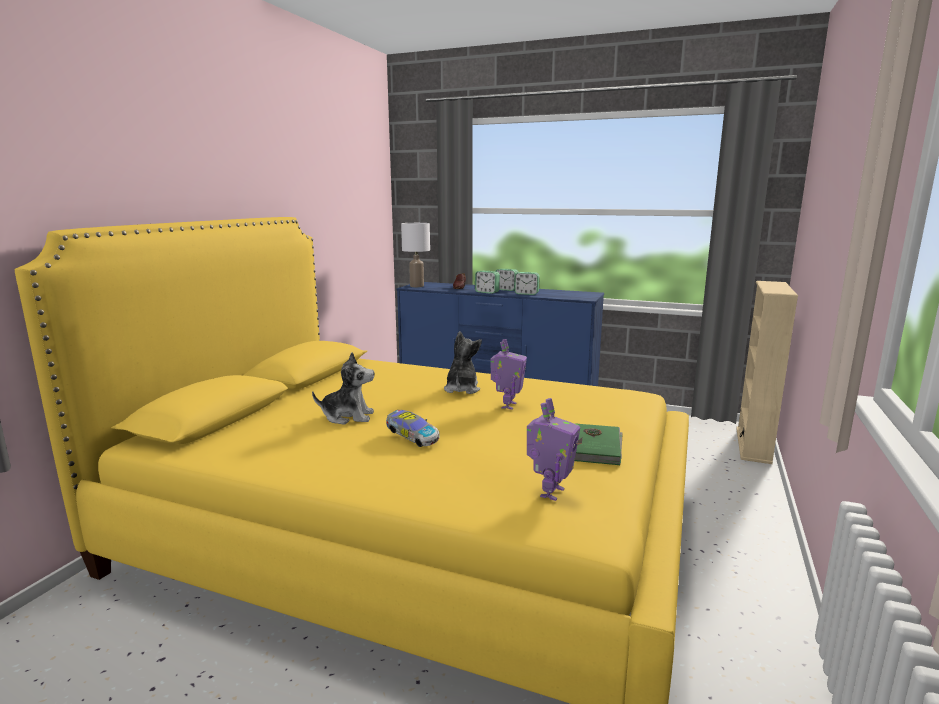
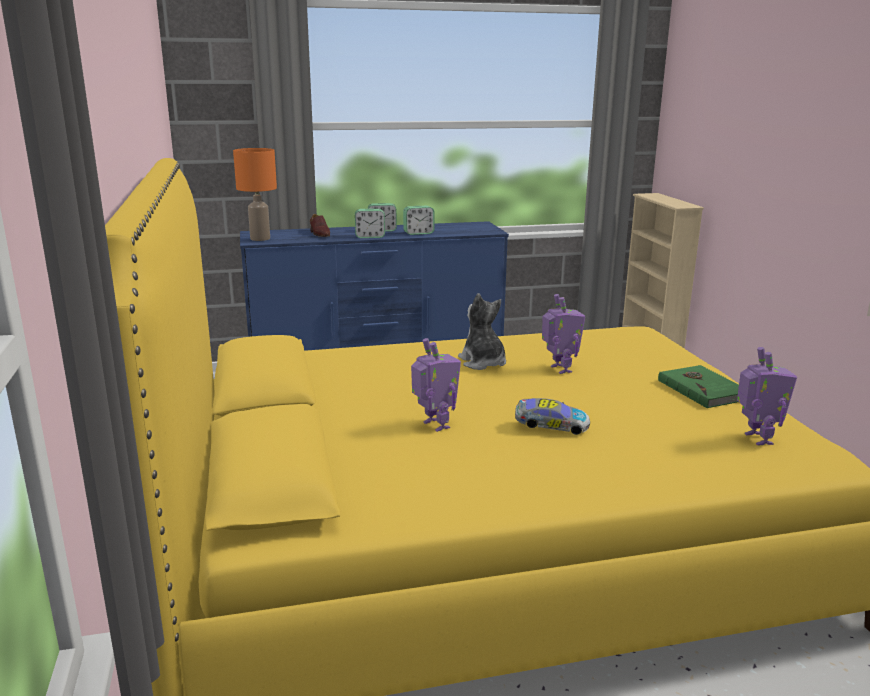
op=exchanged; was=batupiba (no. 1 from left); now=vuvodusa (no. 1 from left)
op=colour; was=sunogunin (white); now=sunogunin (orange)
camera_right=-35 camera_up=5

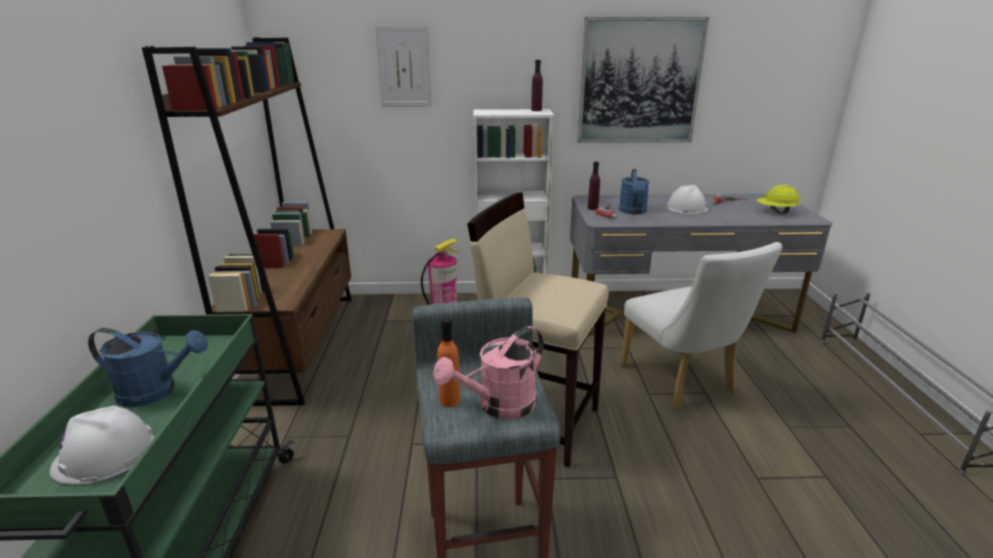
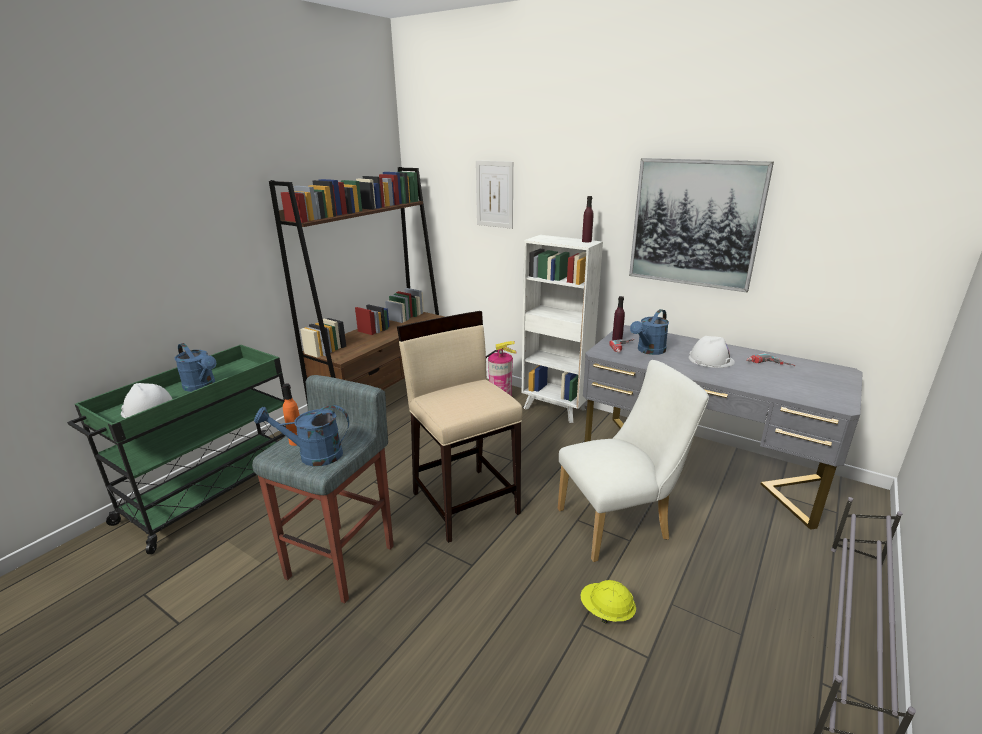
op=colour; was=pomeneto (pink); now=pomeneto (blue) (no. 2 from left)
op=spun; was=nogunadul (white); clockwise=-120
op=relocated; was=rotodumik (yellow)
camera_right=35 camera_up=0

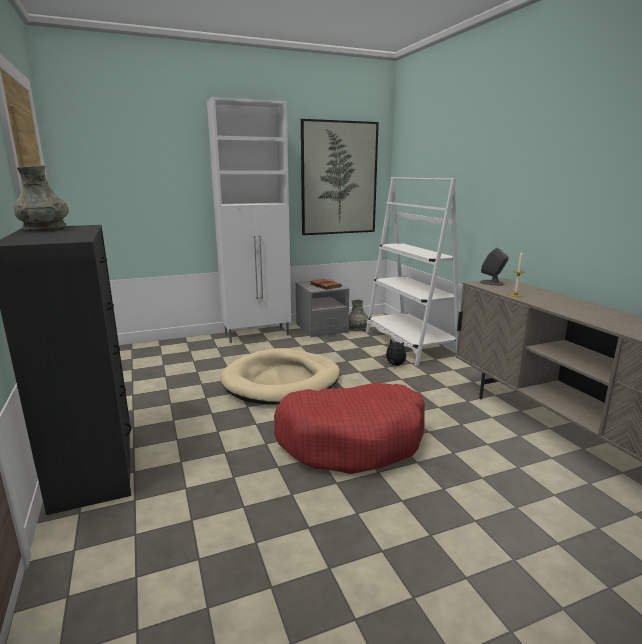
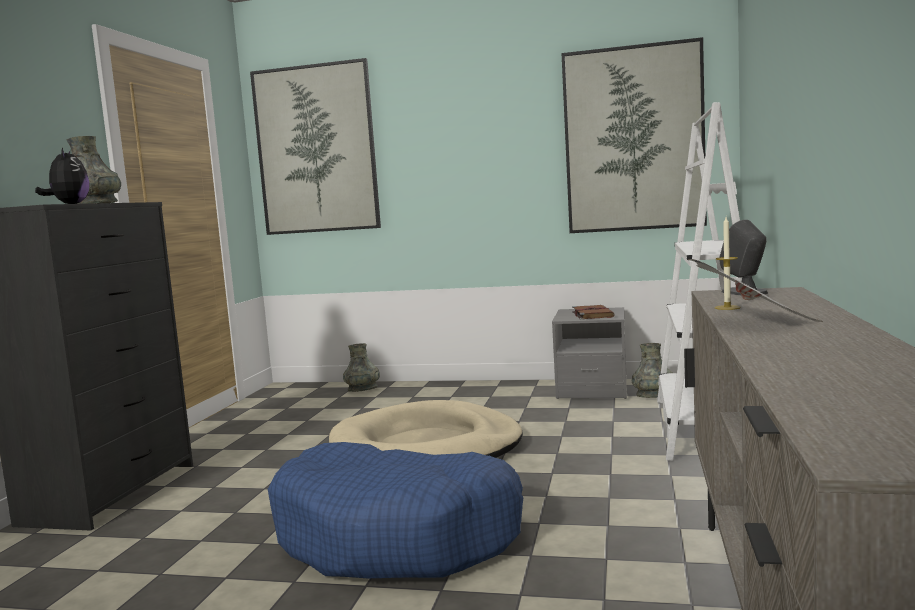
op=missing; was=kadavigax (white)
op=colour; was=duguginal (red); now=duguginal (blue)
op=relocated; was=batupiba
op=appeared; now=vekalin (no. 1 from left)
op=appeared; now=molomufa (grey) (no. 2 from left)
op=appeared; now=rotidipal
camera_right=35 camera_up=-10

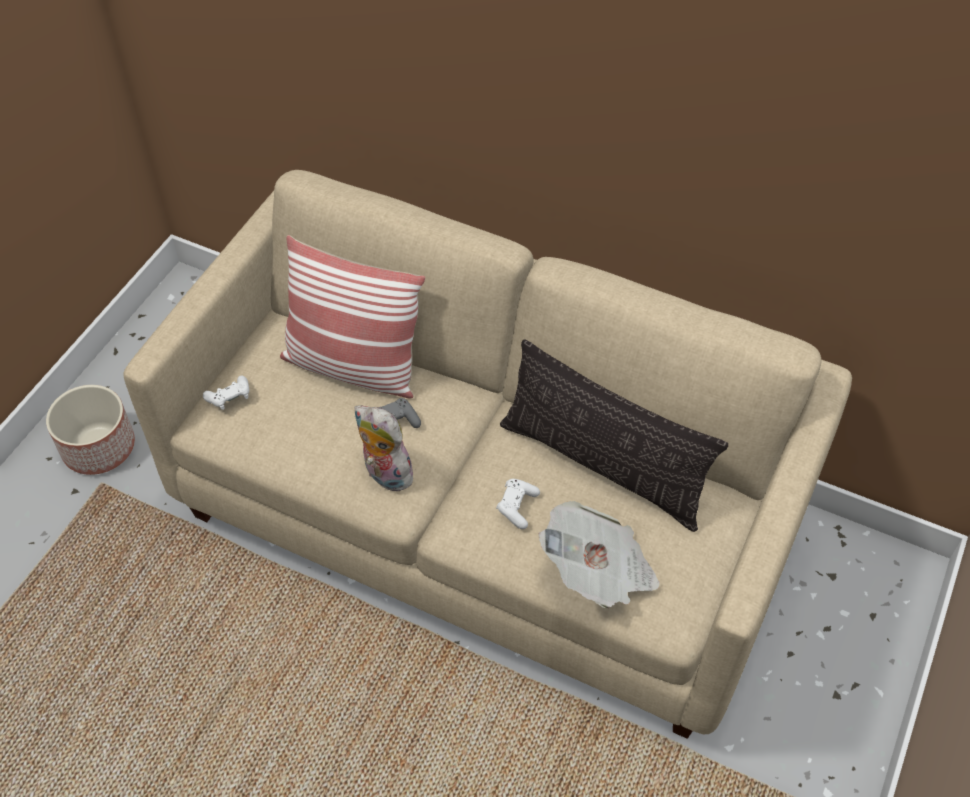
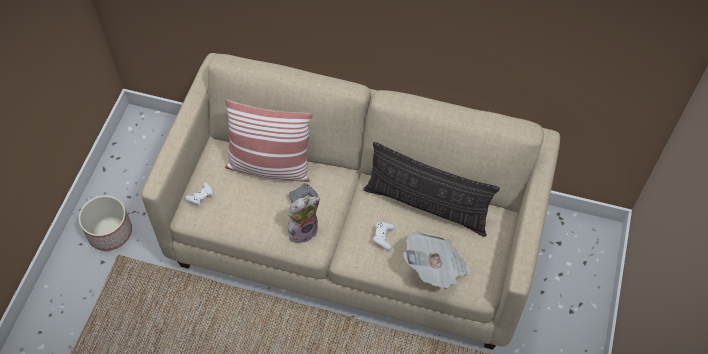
op=spun; was=batupiba; clockwise=120
camera_right=-10 camera_up=5

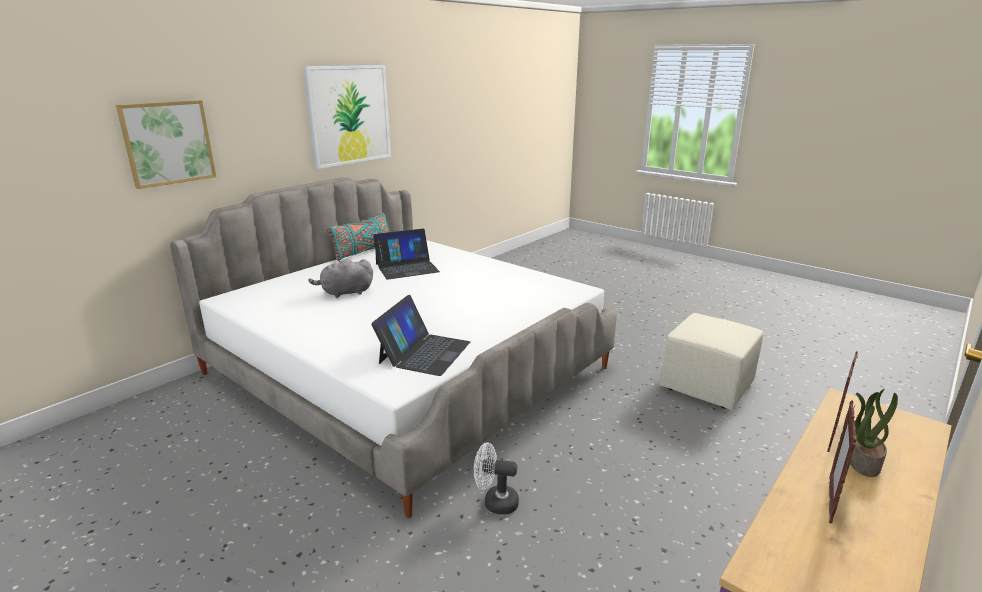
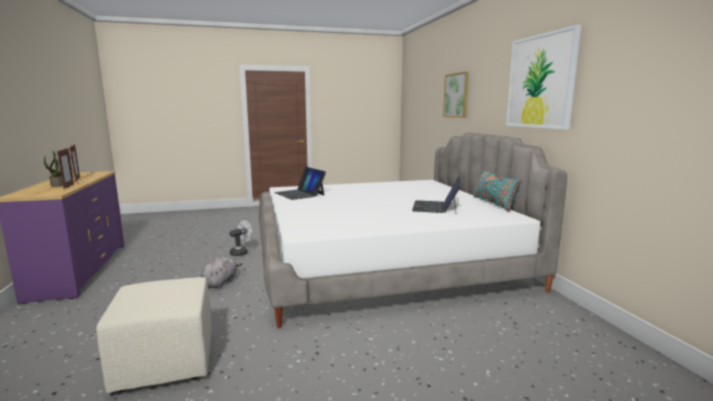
op=relocated; was=batupiba (grey)
camera_right=125 camera_up=-10

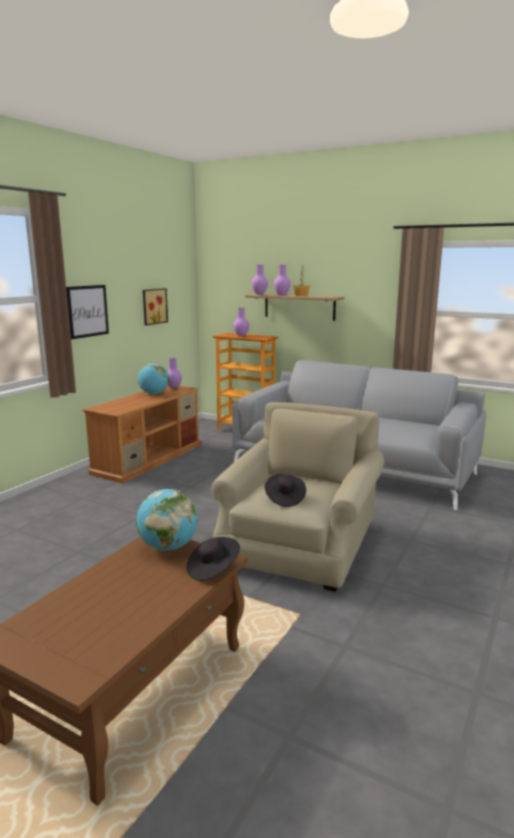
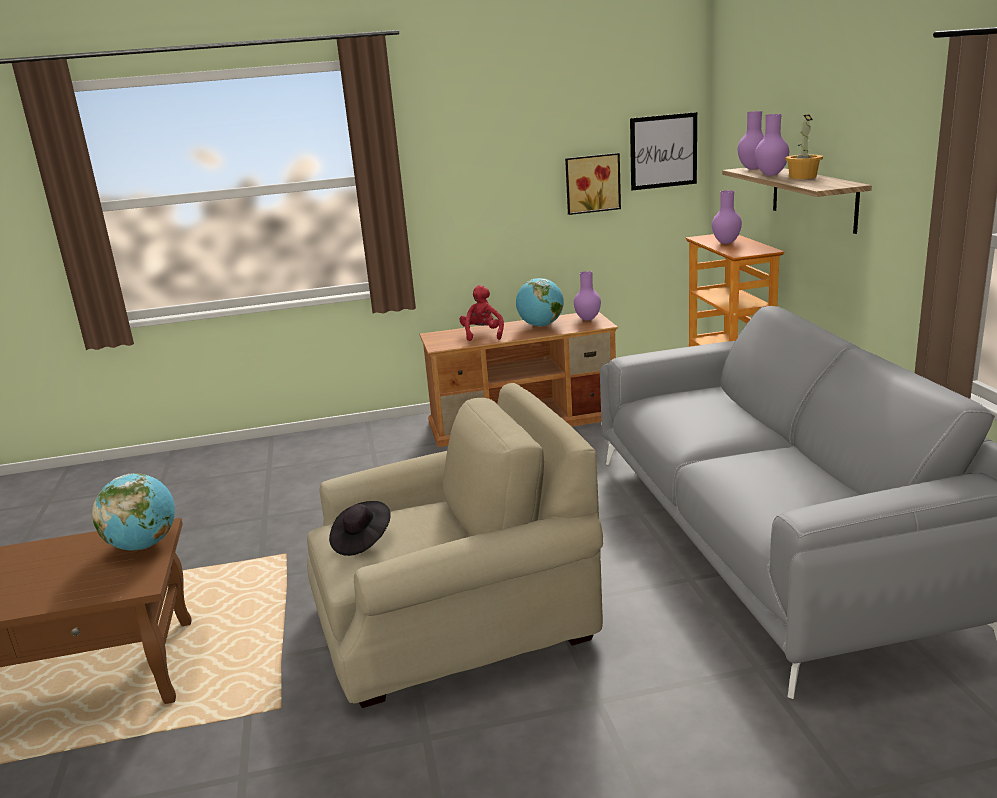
op=relocated; was=vekalin (no. 1 from left in the first image); now=vekalin (no. 2 from left)
op=missing; was=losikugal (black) (no. 1 from left)
op=appeared; now=batupiba (red)
camera_right=50 camera_up=5

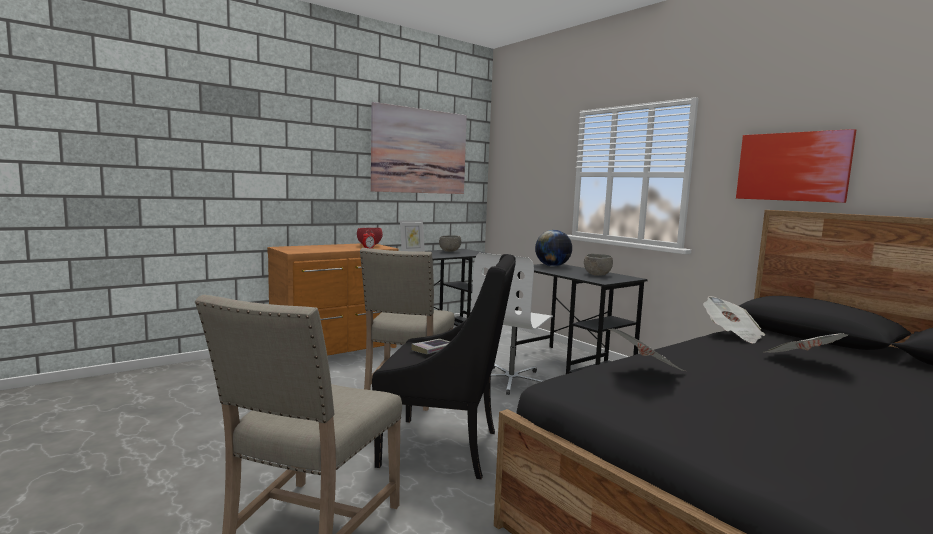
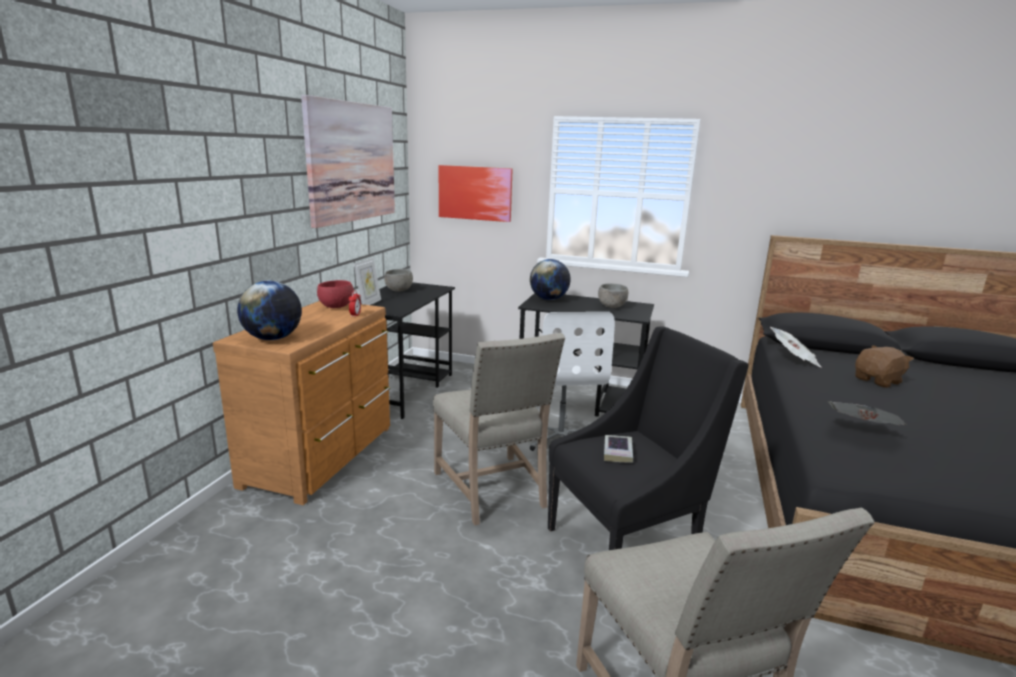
op=relocated; was=vekalin (no. 2 from left)
op=exchanged; was=rotidipal (no. 3 from left); now=batupiba (brown)
op=appeared; now=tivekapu (no. 1 from left)
camera_right=-35 camera_up=10

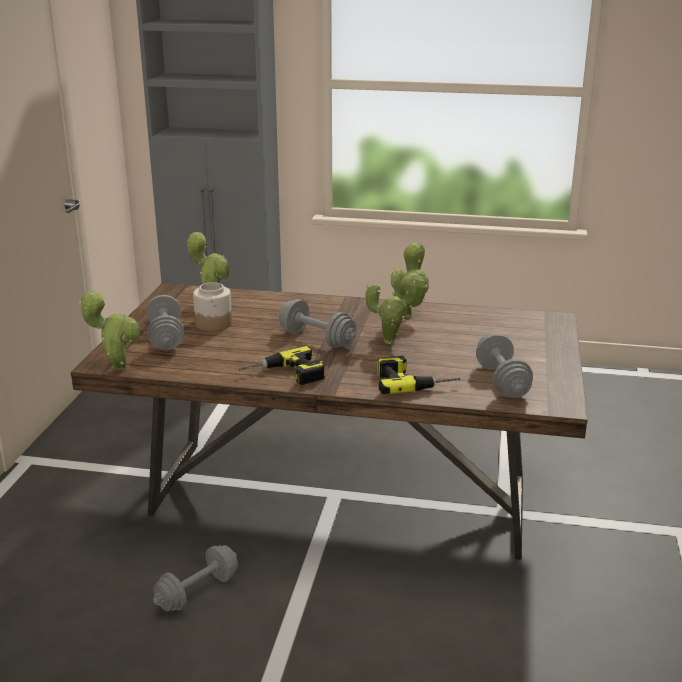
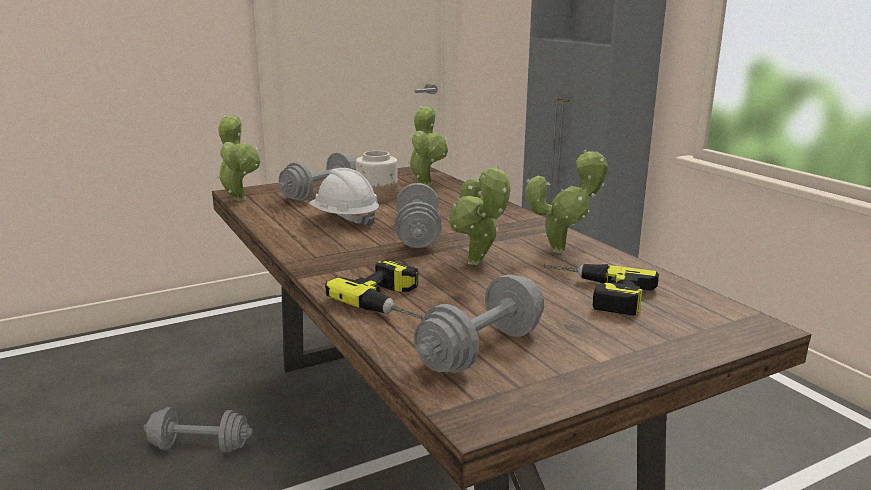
op=relocated; was=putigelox (no. 1 from left in the first image); now=putigelox (no. 2 from left)
op=appeared; now=rotodumik (white)
camera_right=50 camera_up=-5

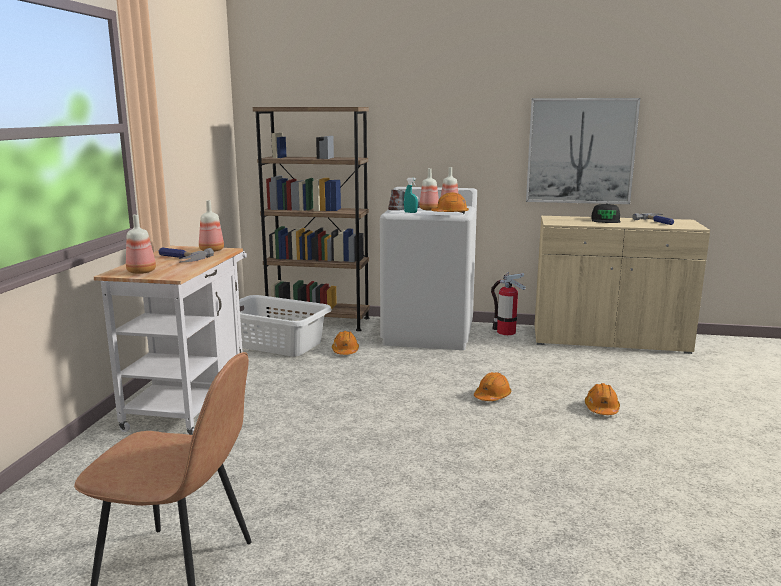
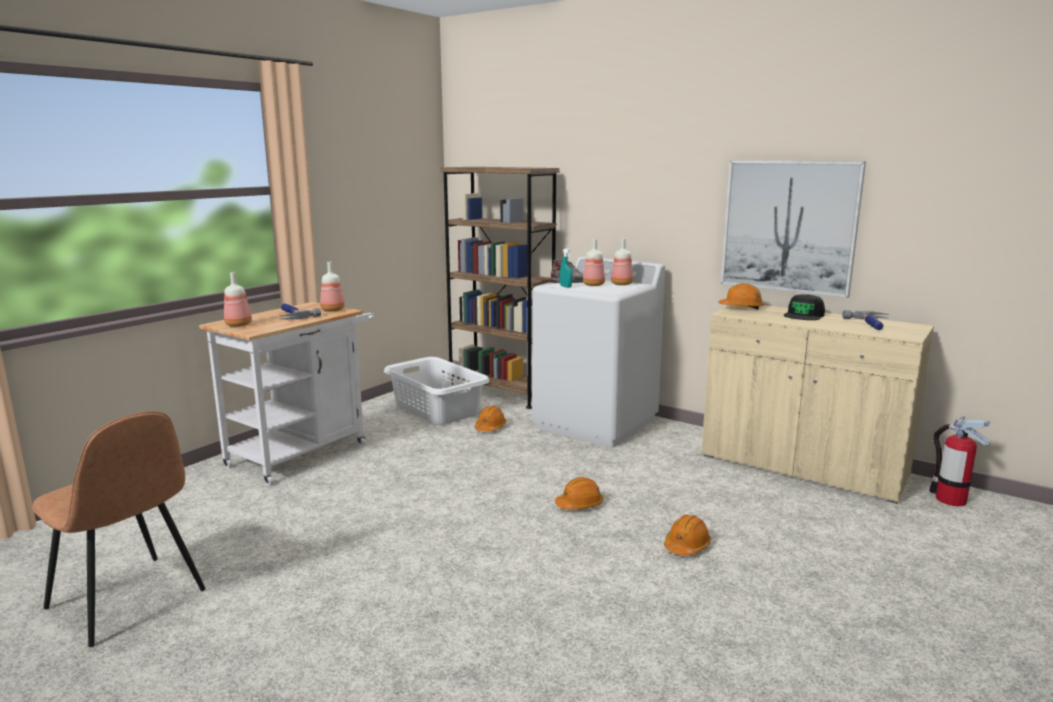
op=relocated; was=rotodumik (orange) (no. 2 from left in the first image); now=rotodumik (orange) (no. 4 from left)
op=relocated; was=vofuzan
camera_right=25 camera_up=0

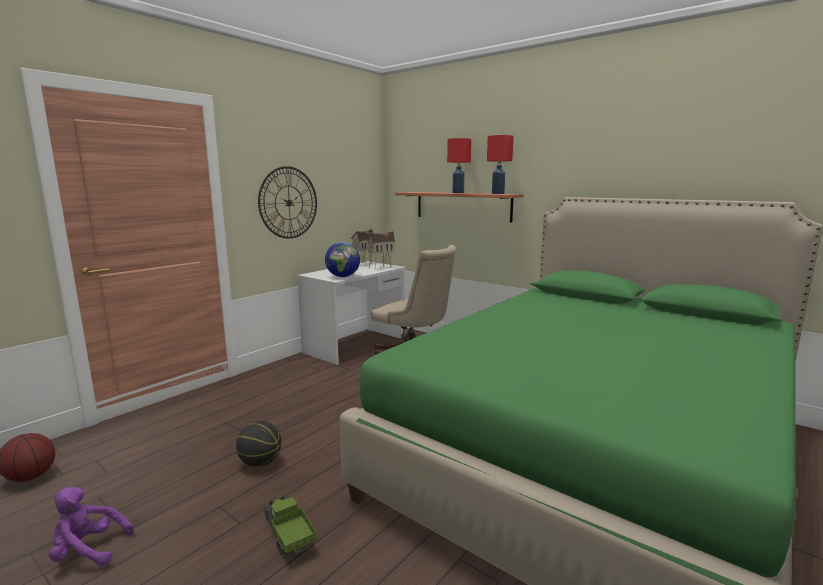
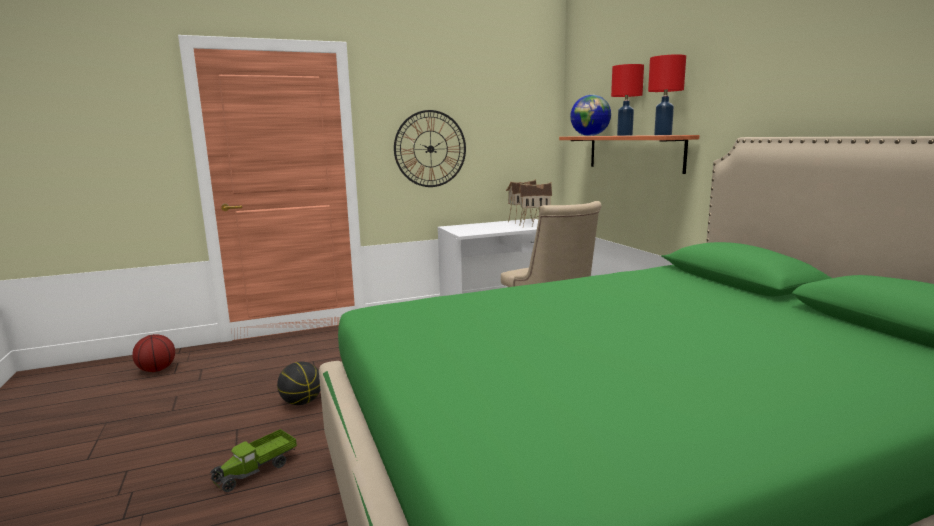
op=missing; was=batupiba (purple)
op=spun; was=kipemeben; clockwise=-135
op=relocated; was=tivekapu
camera_right=30 camera_up=0

